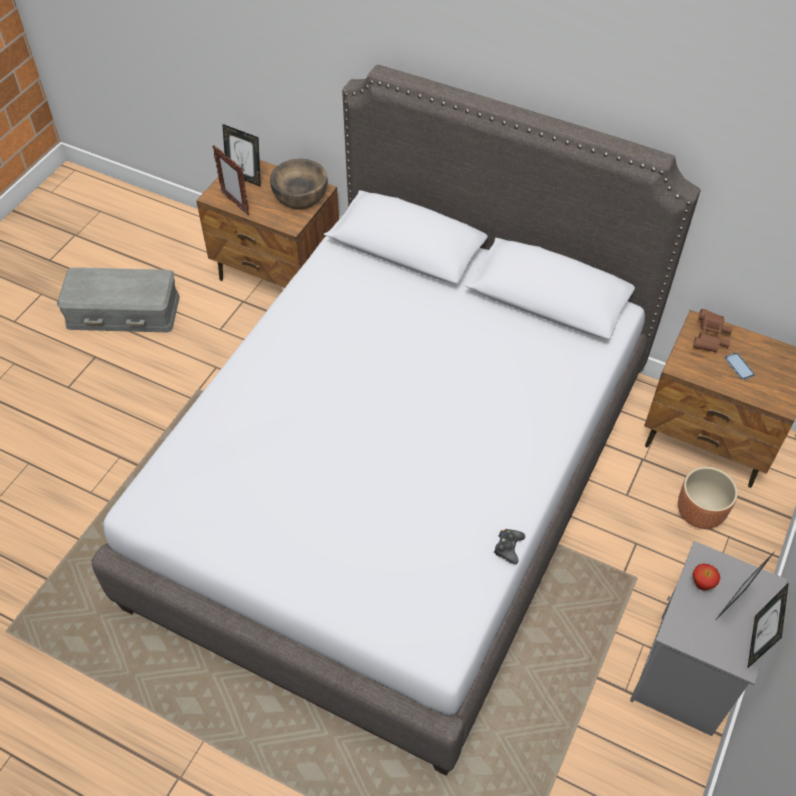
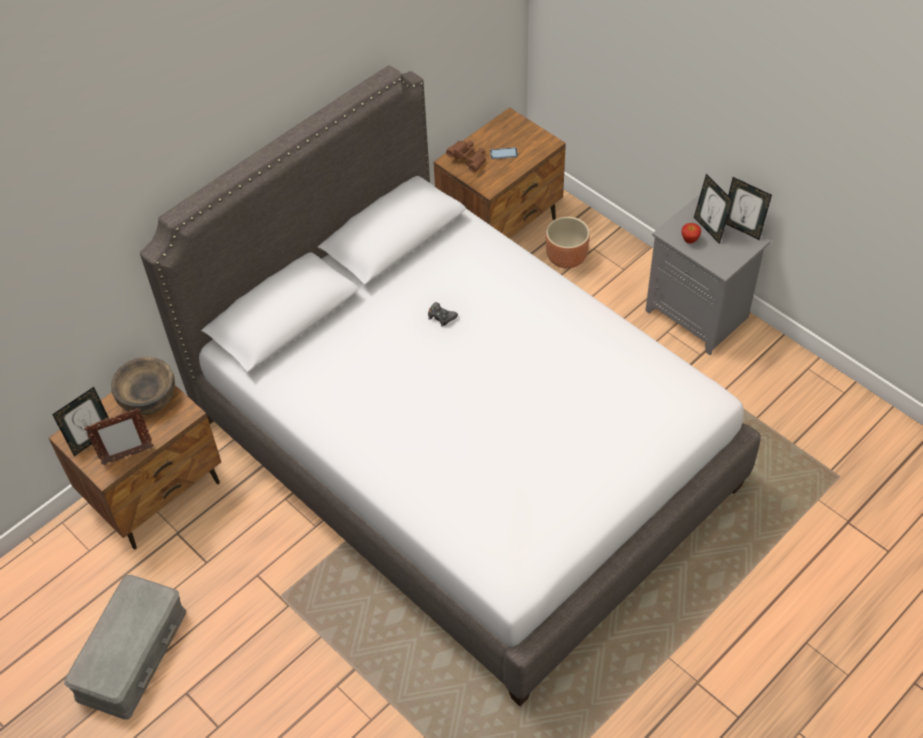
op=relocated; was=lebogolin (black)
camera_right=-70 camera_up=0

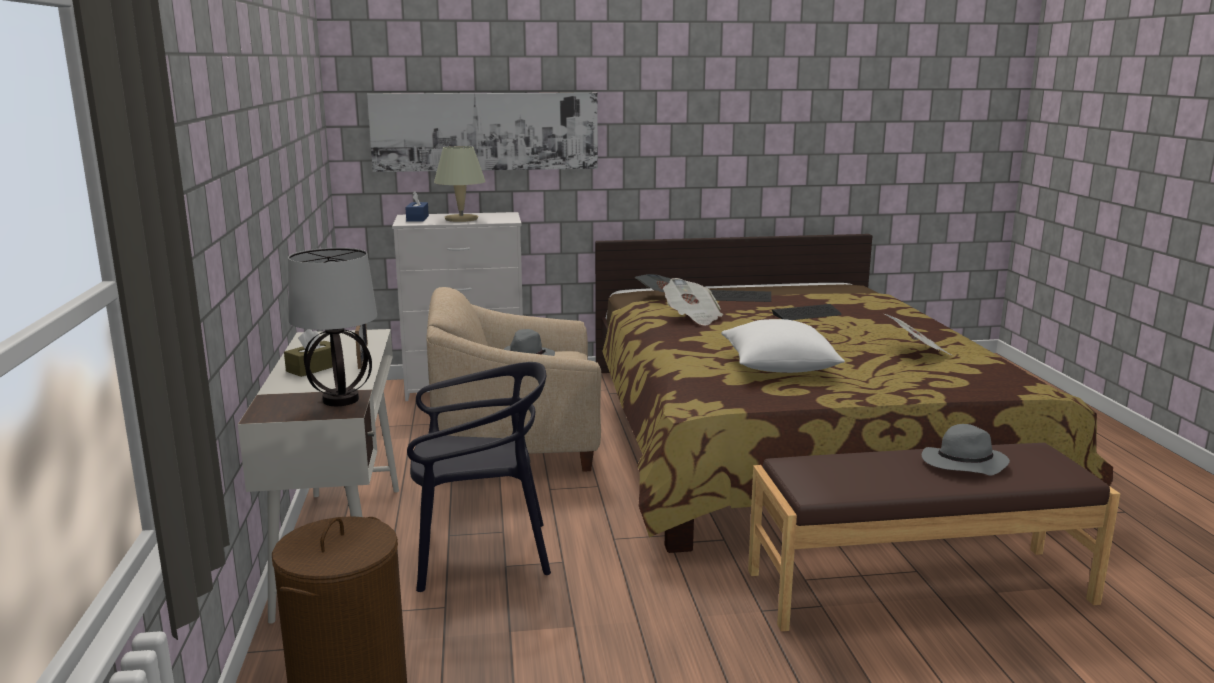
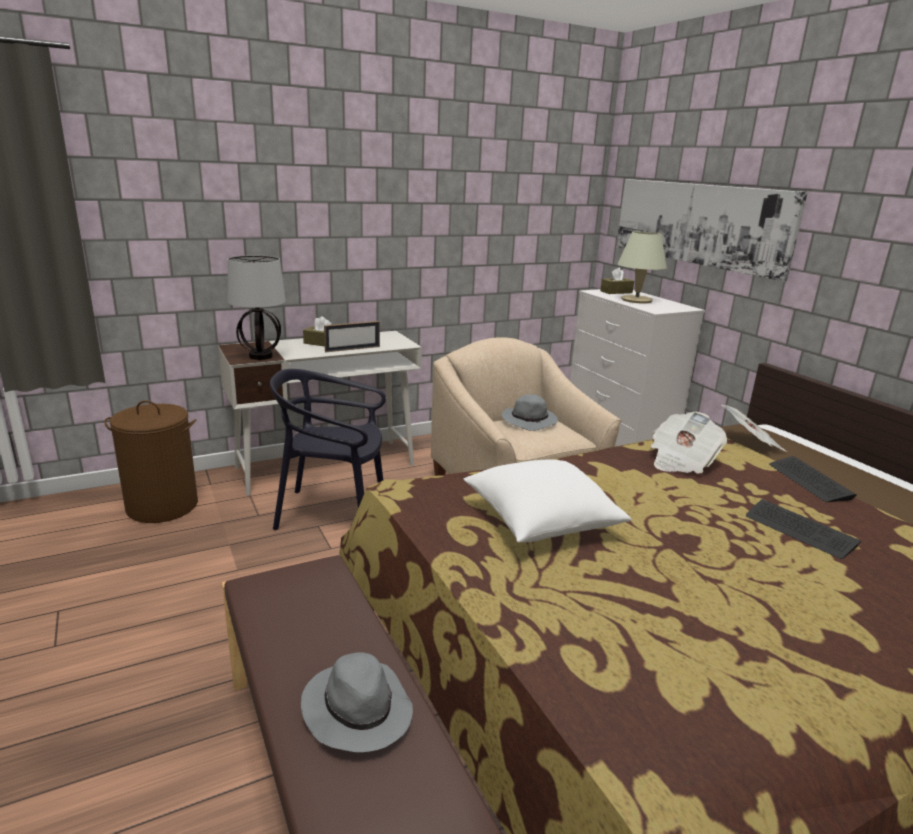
op=colour; was=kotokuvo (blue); now=kotokuvo (brown) (no. 2 from left)
op=spun; was=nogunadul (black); clockwise=120
op=missing; was=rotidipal (no. 3 from left)
camera_right=70 camera_up=5

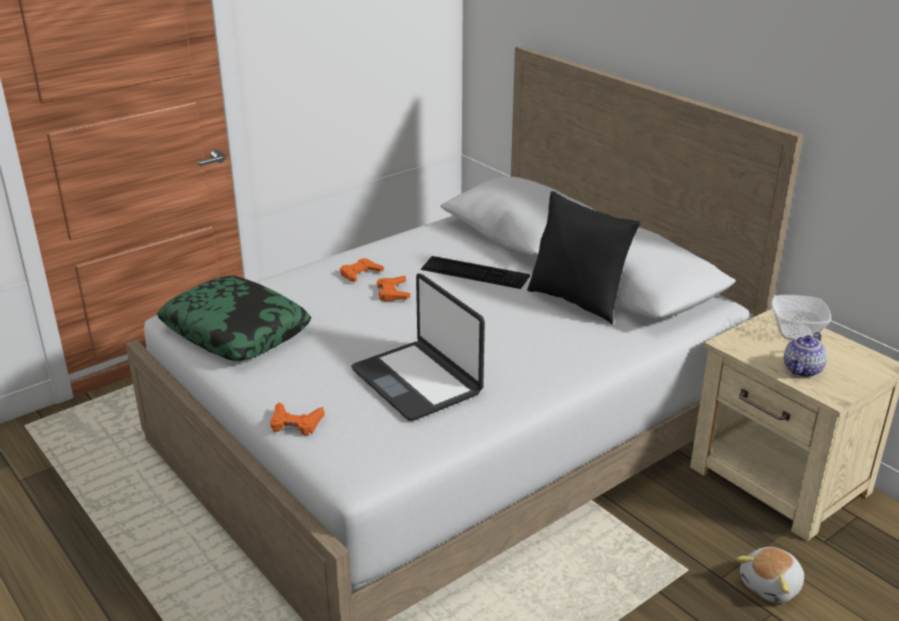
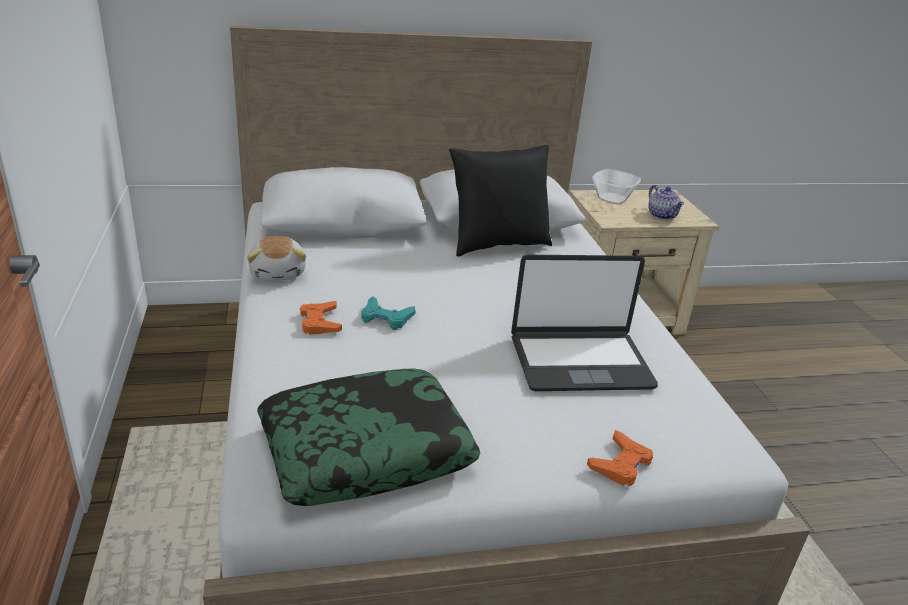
op=colour; was=lebogolin (orange) (no. 3 from left); now=lebogolin (turquoise)
op=missing; was=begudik
op=relocated; was=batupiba
camera_right=-65 camera_up=0

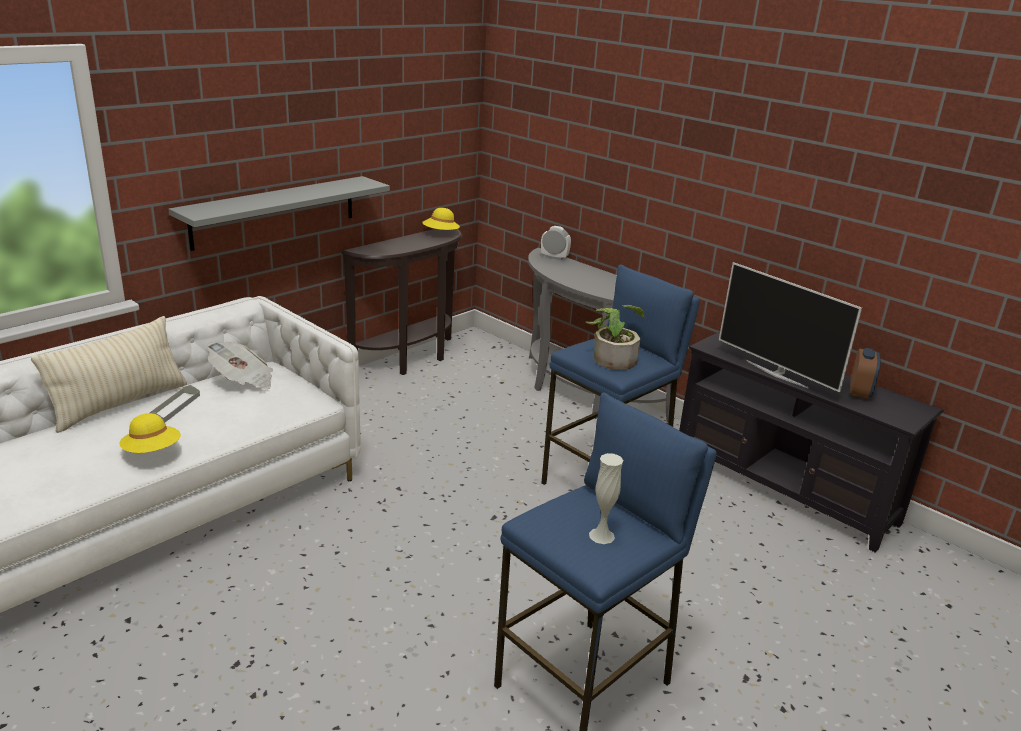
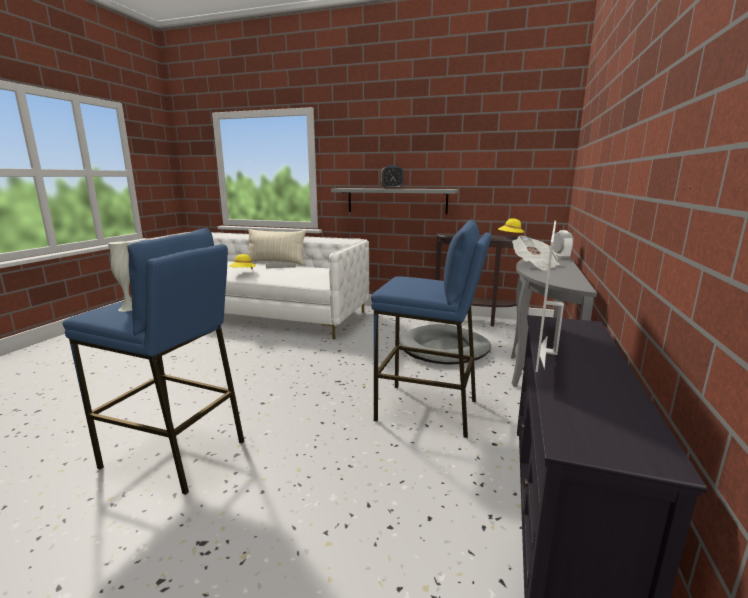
op=relocated; was=rotidipal
op=missing; was=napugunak
op=relocated; was=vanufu (no. 2 from left in the first image); now=vanufu (no. 1 from left)
op=appeared; now=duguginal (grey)
camera_right=65 camera_up=-10

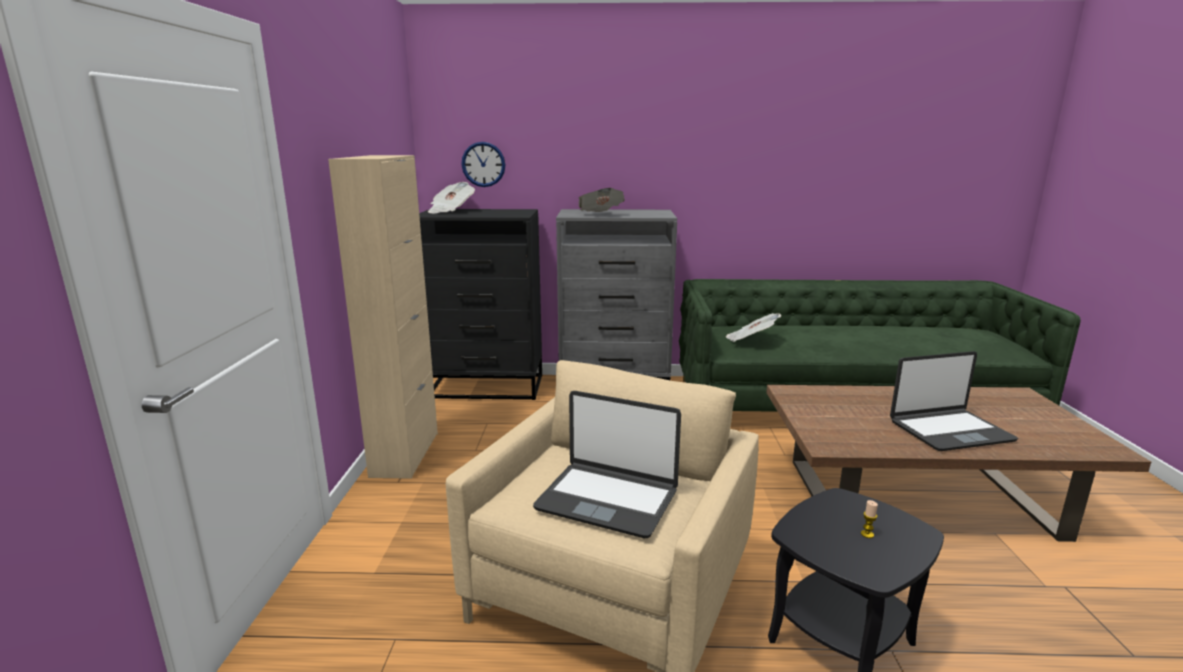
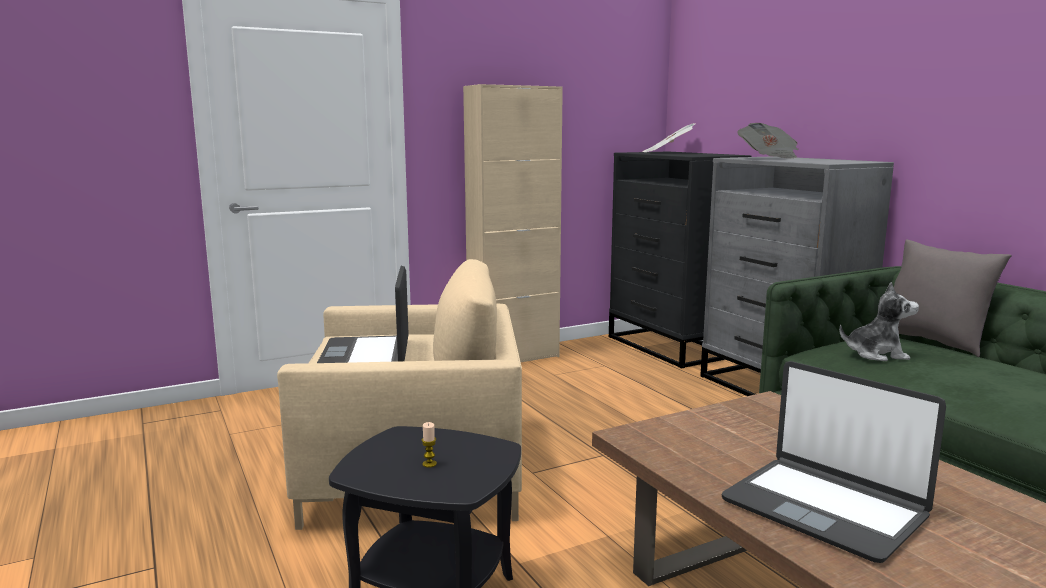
op=missing; was=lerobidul
op=exchanged; was=rotidipal (no. 3 from left); now=batupiba
op=appeared; now=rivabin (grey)
camera_right=60 camera_up=-5

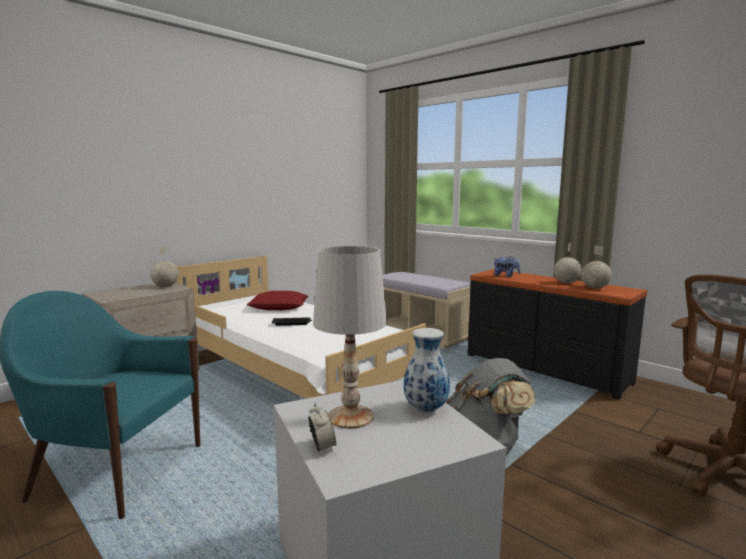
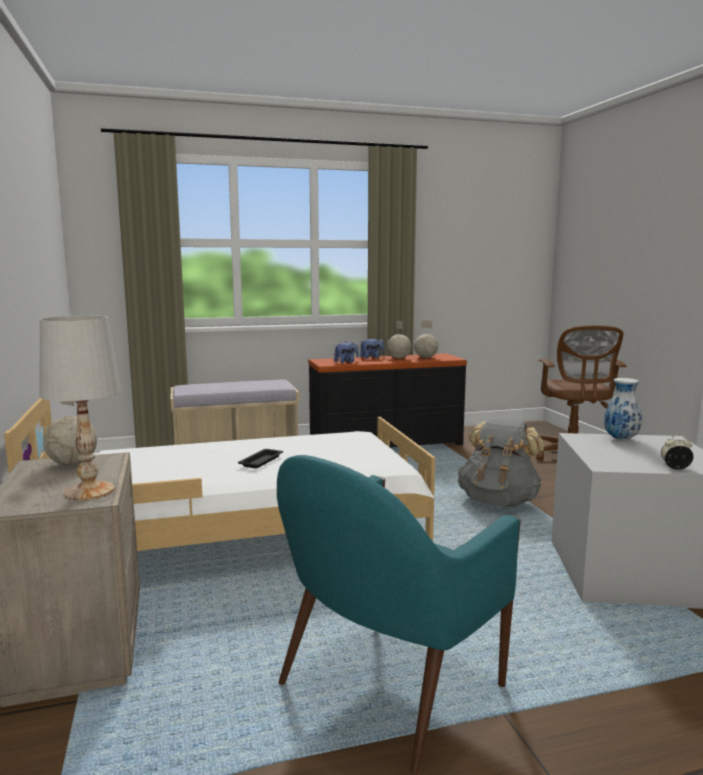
op=missing; was=rivabin (red)
op=relocated; was=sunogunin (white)
op=appeared; now=batupiba (no. 2 from left)
camera_right=-60 camera_up=0

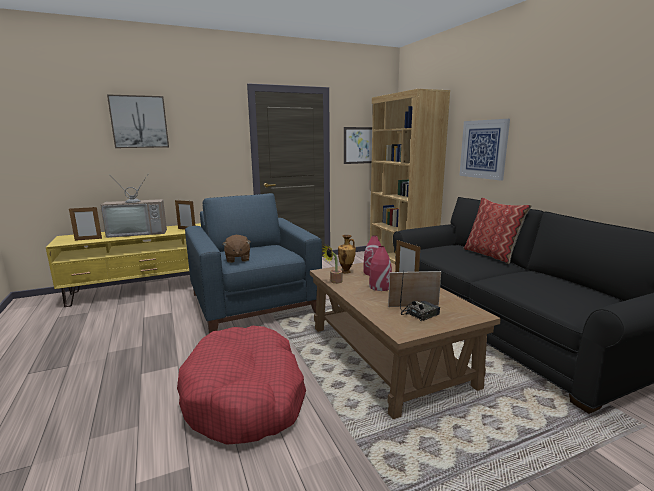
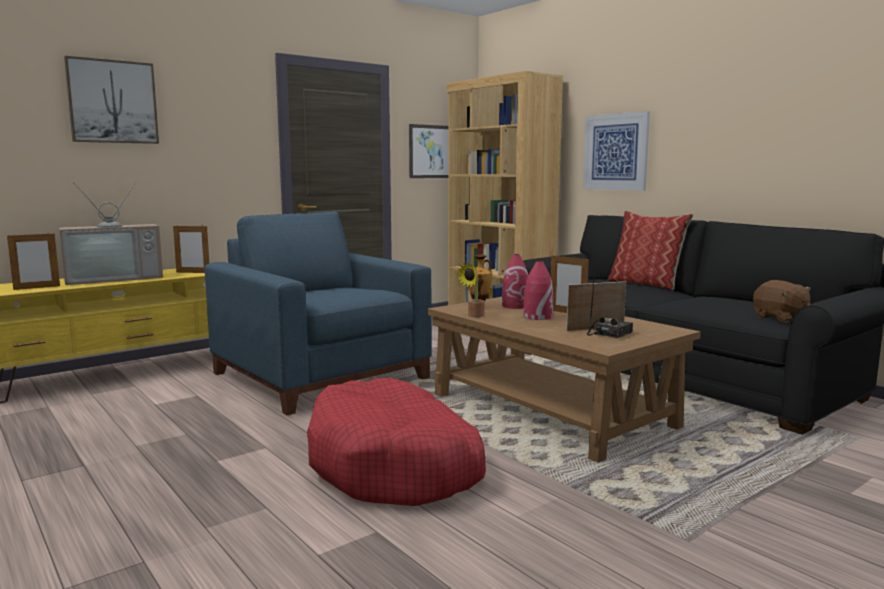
op=relocated; was=batupiba (brown)
camera_right=-15 camera_up=-5

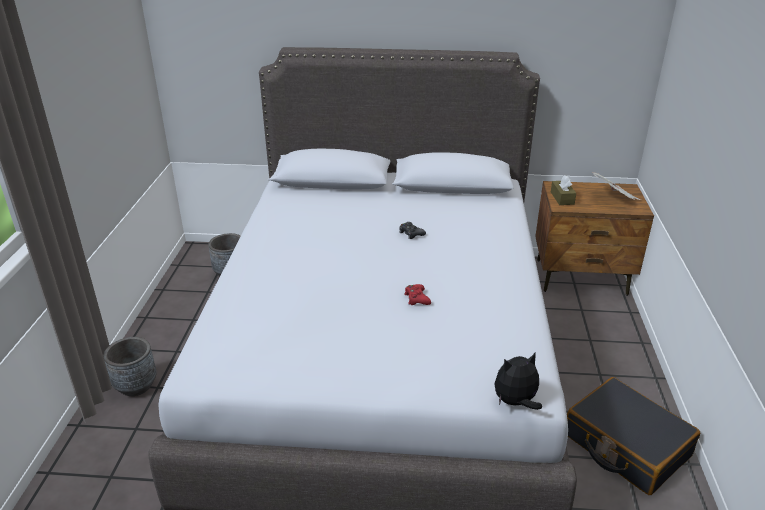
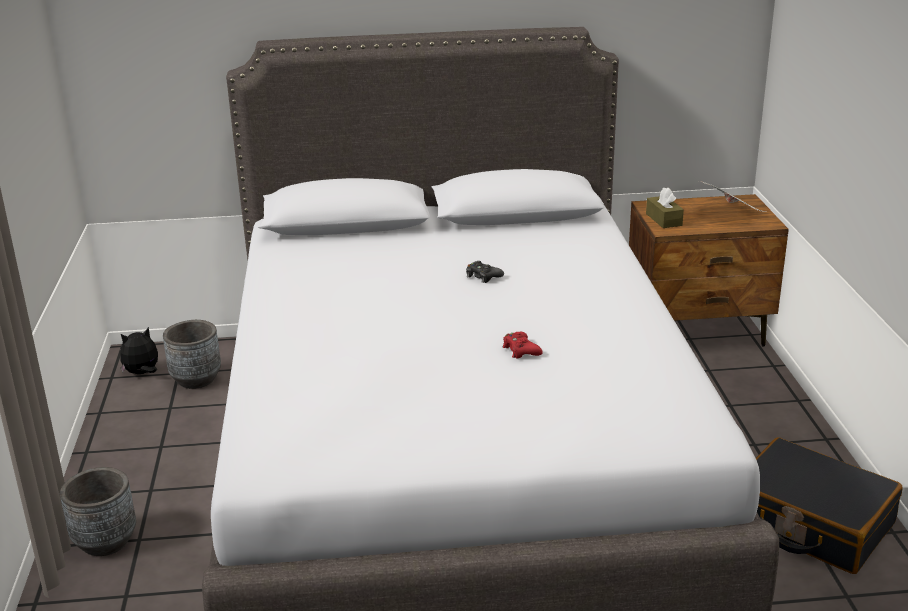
op=relocated; was=batupiba
camera_right=-10 camera_up=-5

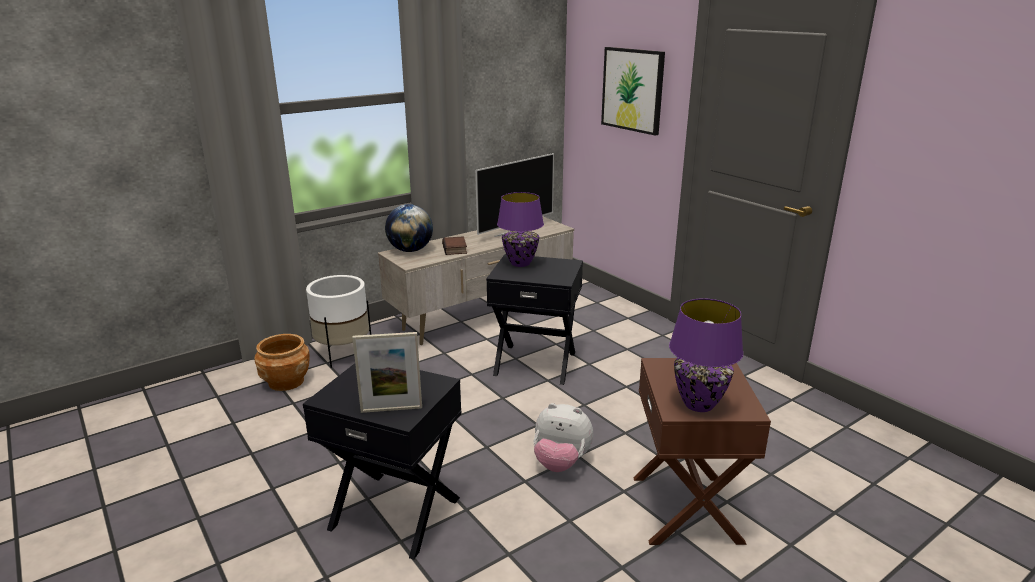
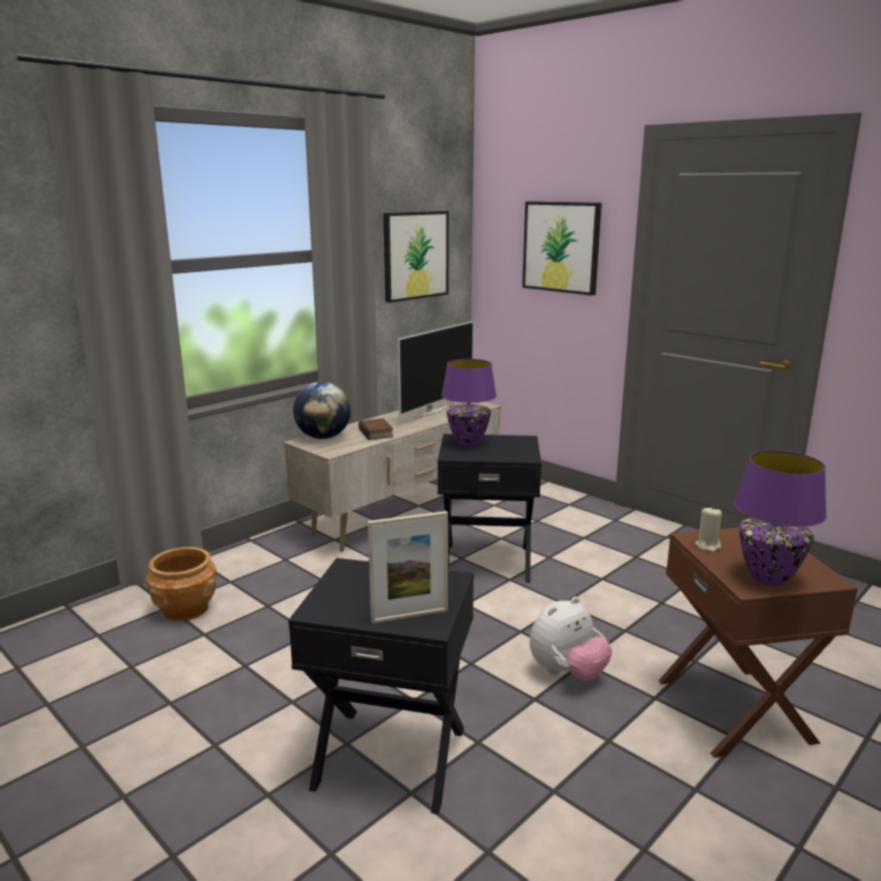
op=missing; was=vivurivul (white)
op=spun; was=batupiba; clockwise=-45
op=appeared; now=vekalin (no. 1 from left)
op=appeared; now=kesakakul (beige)
camera_right=-10 camera_up=-5

